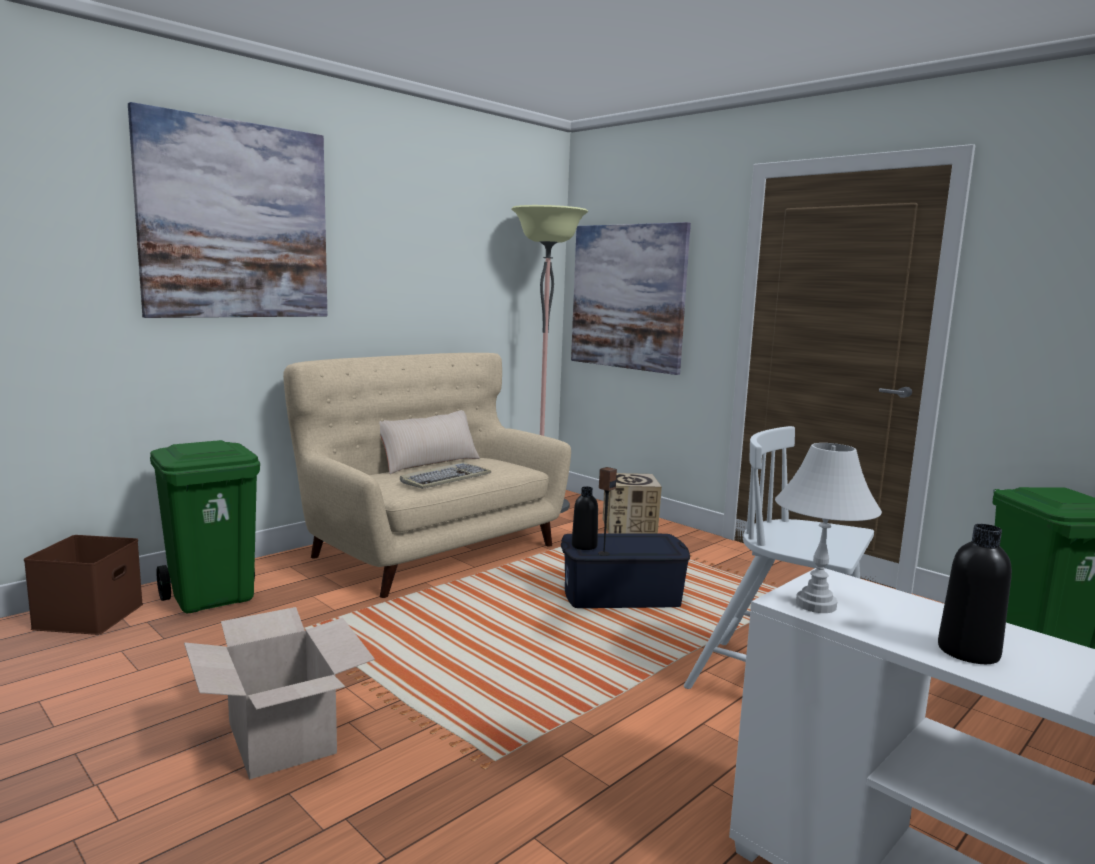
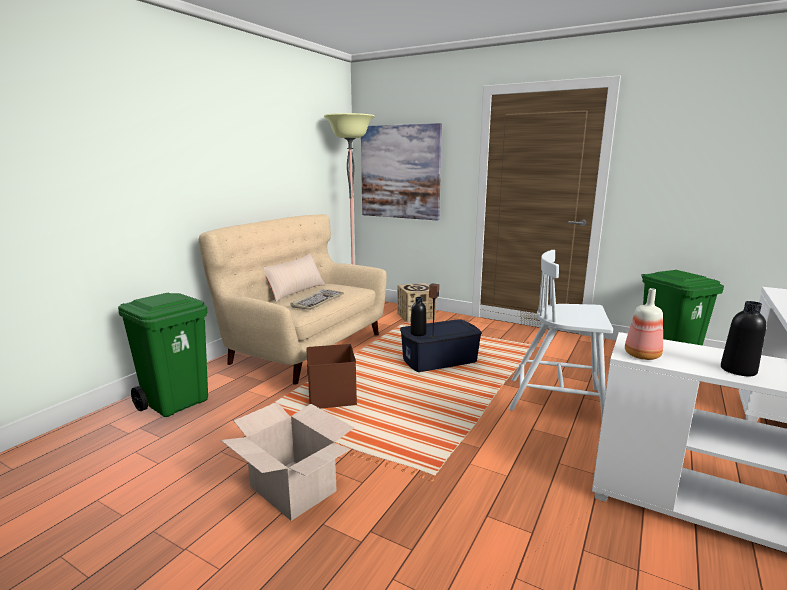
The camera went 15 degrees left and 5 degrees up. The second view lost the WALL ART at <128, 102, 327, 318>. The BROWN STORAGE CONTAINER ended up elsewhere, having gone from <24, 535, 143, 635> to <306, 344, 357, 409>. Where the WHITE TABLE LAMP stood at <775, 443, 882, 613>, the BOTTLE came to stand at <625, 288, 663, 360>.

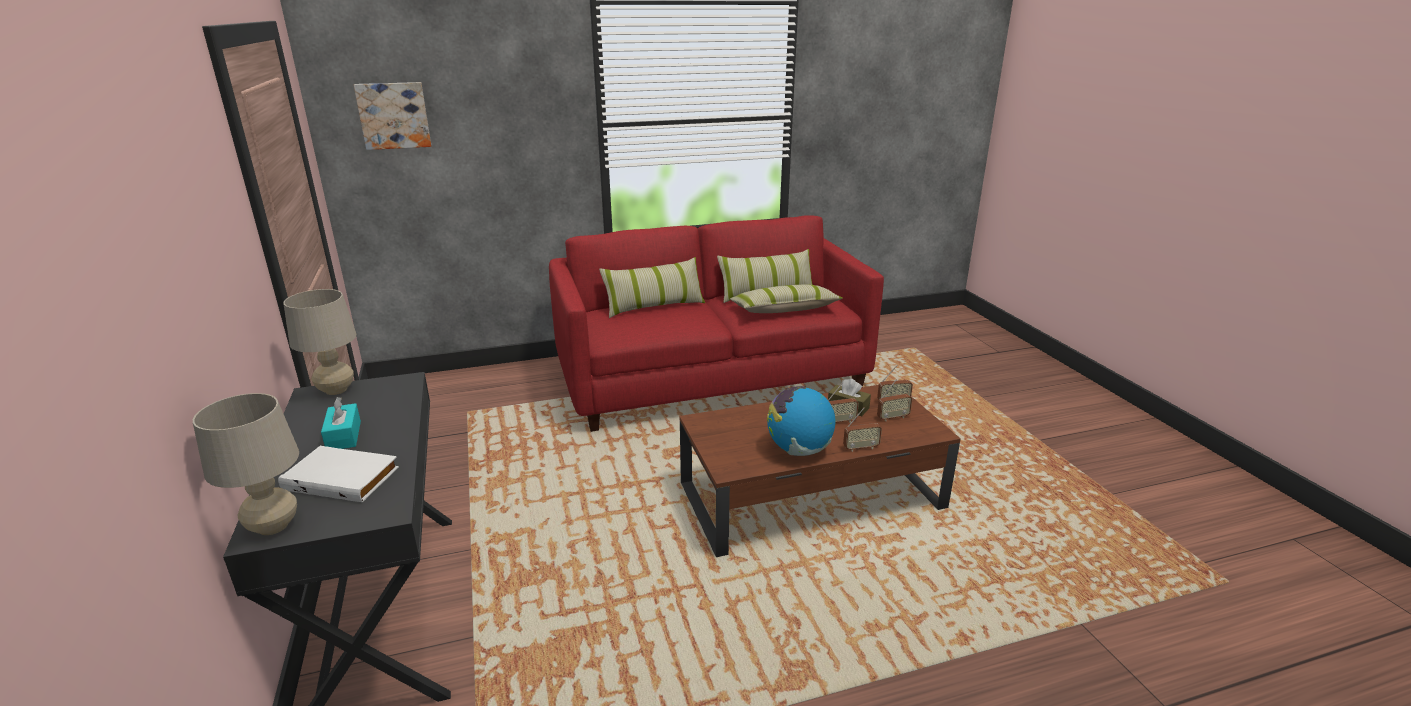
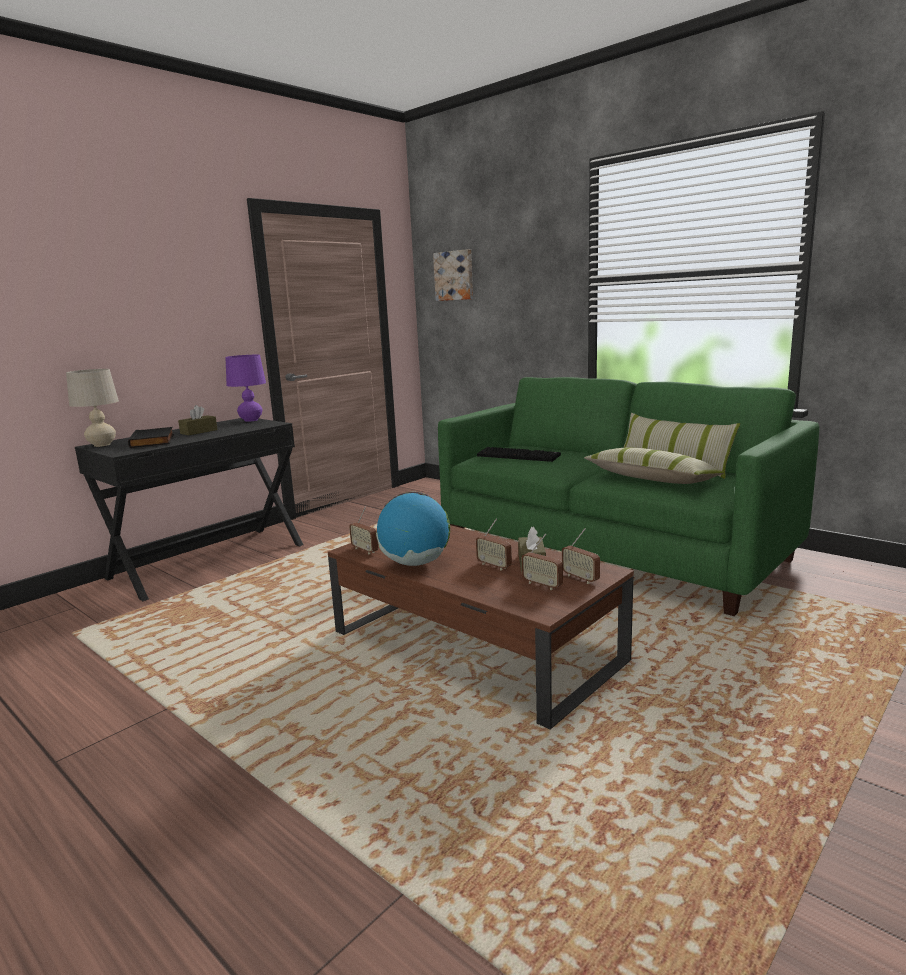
The camera went 60 degrees right and 10 degrees down. The second view lost the THROW PILLOW at <599, 257, 705, 318>. The second view gained the KEYBOARD at <477, 447, 561, 462>. The RADIO ended up elsewhere, having gone from <843, 408, 882, 452> to <349, 507, 378, 555>. What was the WHITE BOOK at <278, 446, 399, 502> turned into the BLACK BOOK at <128, 427, 174, 448>. What was the BEIGE TABLE LAMP at <283, 289, 356, 395> turned into the PURPLISH TABLE LAMP at <225, 355, 266, 422>. What was the BLUE-GREEN TISSUE HOLDER at <321, 397, 361, 449> turned into the BROWN TISSUE HOLDER at <178, 405, 218, 435>. What was the REDDISH SETTEE at <549, 215, 884, 432> turned into the GREEN SETTEE at <438, 377, 819, 616>.

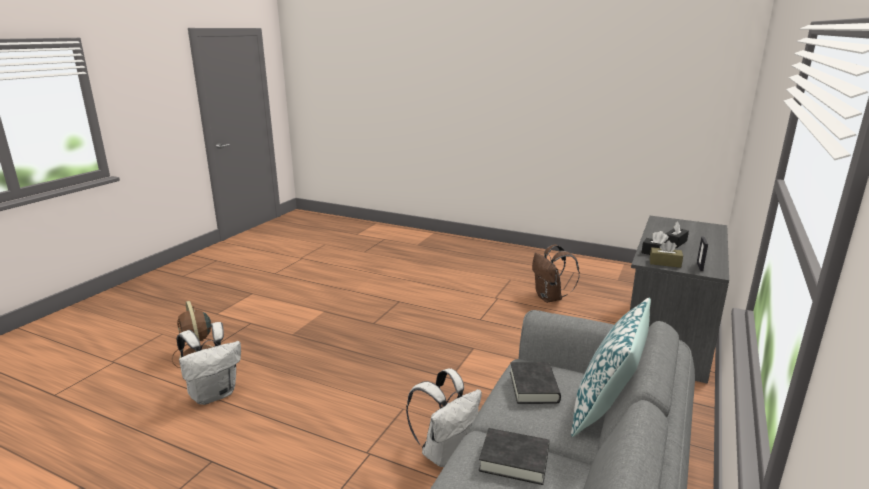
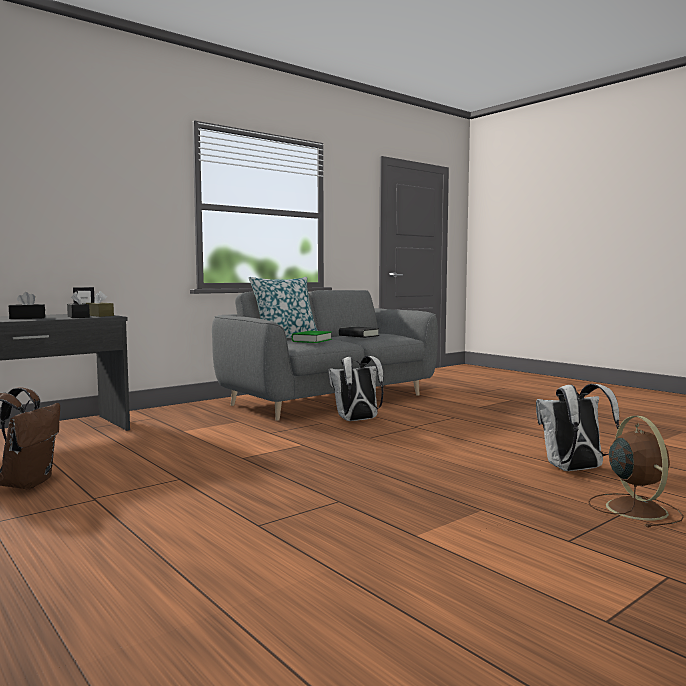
The camera went 155 degrees left and 15 degrees down. What was the BLACK BOOK at <510, 362, 561, 404> turned into the GREEN BOOK at <292, 331, 332, 343>.

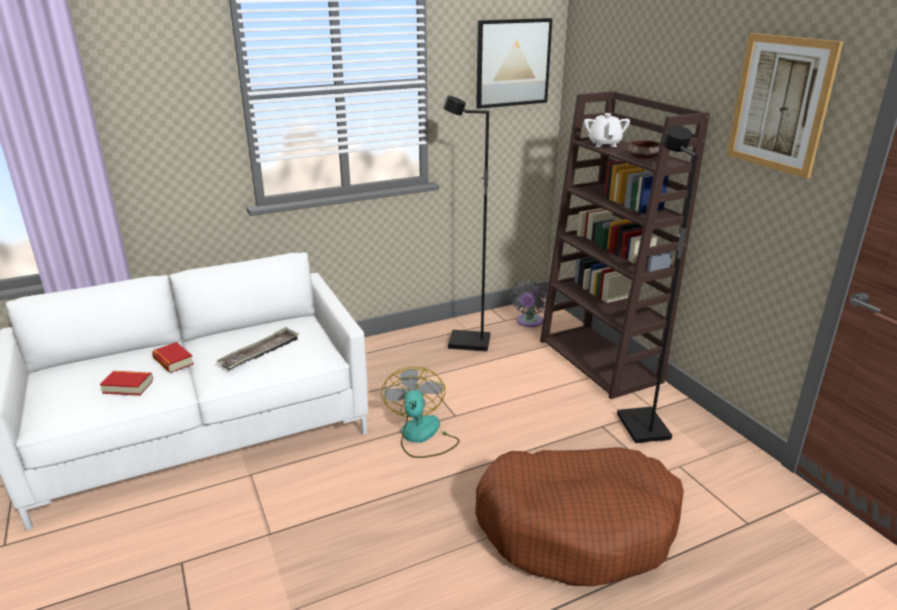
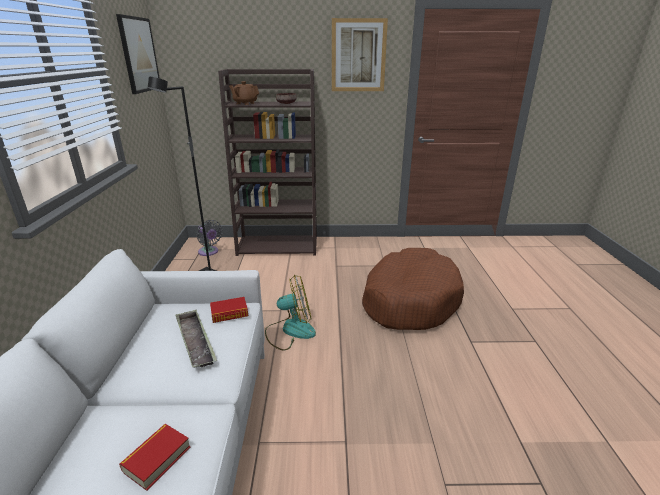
The camera went 65 degrees left and 0 degrees up. The second view lost the BLACK STANDARD LAMP at <617, 125, 698, 443>. The BOOK ended up elsewhere, having gone from <152, 342, 194, 373> to <210, 297, 248, 323>. What was the WHITE POT FOR TEA at <584, 113, 630, 147> turned into the BROWN POT FOR TEA at <229, 81, 259, 105>. The COOLING FAN at <381, 366, 459, 458> ended up facing another way, 150 degrees clockwise from before.

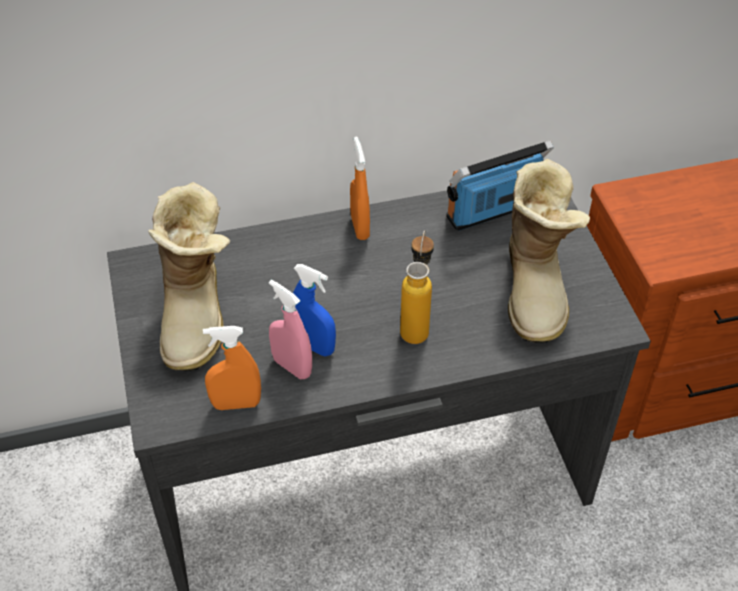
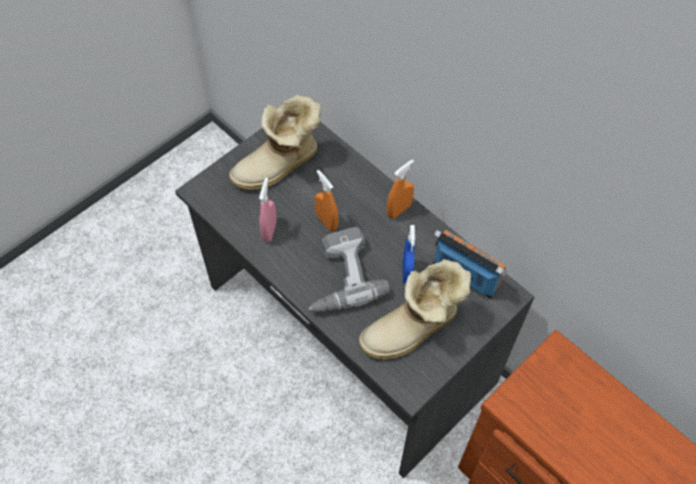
The camera went 60 degrees right and 10 degrees up. The ORANGEY SPRAY BOTTLE ended up elsewhere, having gone from <203, 326, 261, 410> to <315, 170, 339, 231>. The BLUE-COLOURED SPRAY BOTTLE ended up elsewhere, having gone from <293, 264, 336, 356> to <403, 225, 415, 284>. Where the BOTTLE stood at <400, 230, 434, 344>, the POWER DRILL came to stand at <309, 227, 390, 312>.

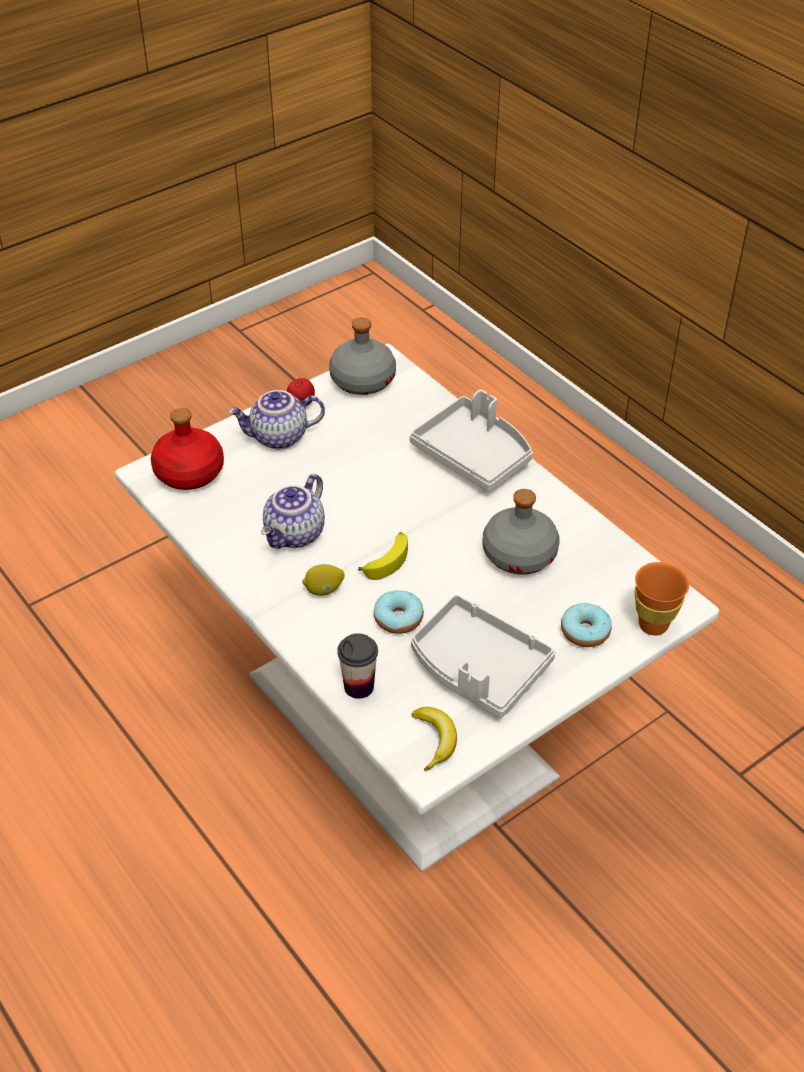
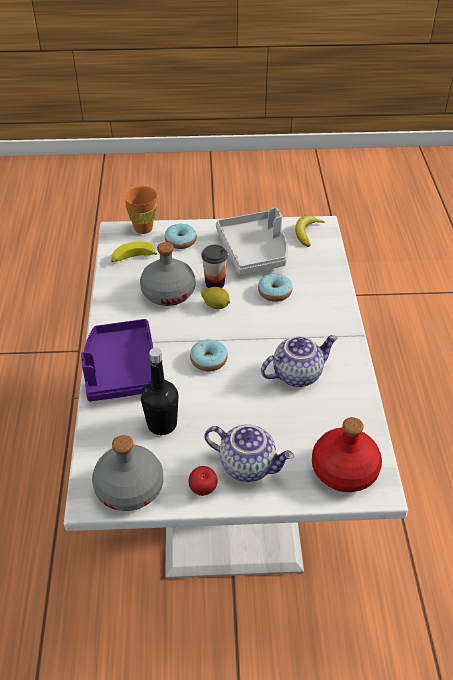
The camera went 145 degrees left and 0 degrees up. The second view gained the BLACK BOTTLE at <141, 348, 178, 435>. The second view gained the DOUGHNUT at <190, 339, 228, 372>. The CITRUS FRUIT ended up elsewhere, having gone from <302, 564, 345, 596> to <201, 287, 230, 309>. The DRINKING CUP ended up elsewhere, having gone from <337, 633, 378, 699> to <201, 245, 228, 288>. The BANANA ended up elsewhere, having gone from <358, 532, 408, 580> to <111, 242, 157, 262>. What was the GREYISH TRAY at <410, 389, 533, 492> turned into the PURPLISH TRAY at <81, 319, 153, 401>.

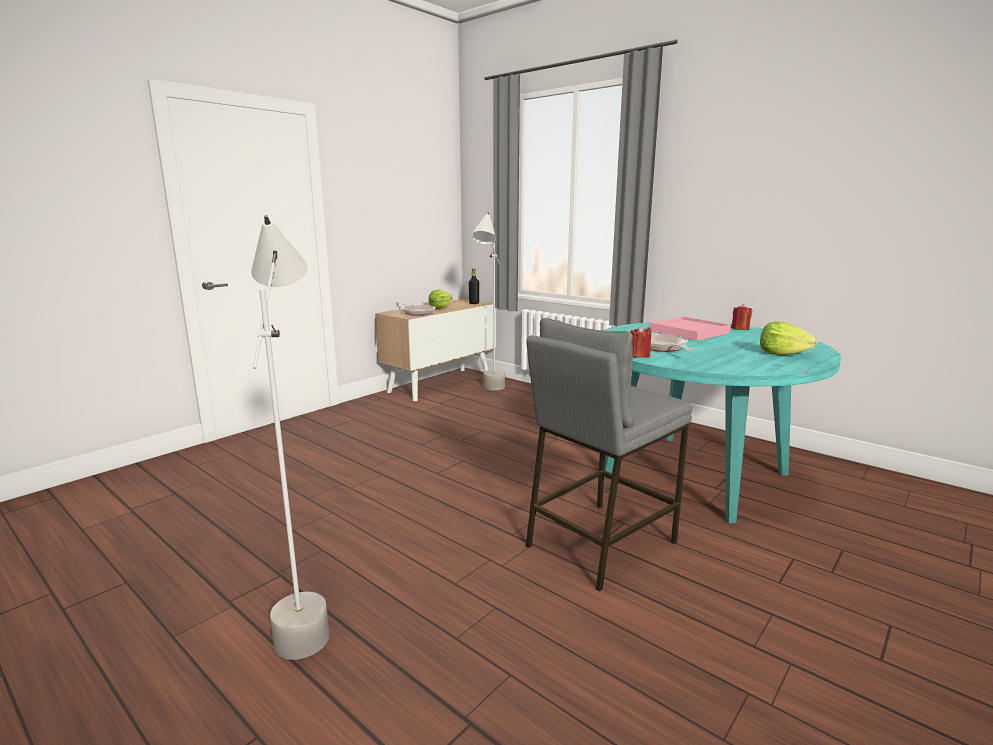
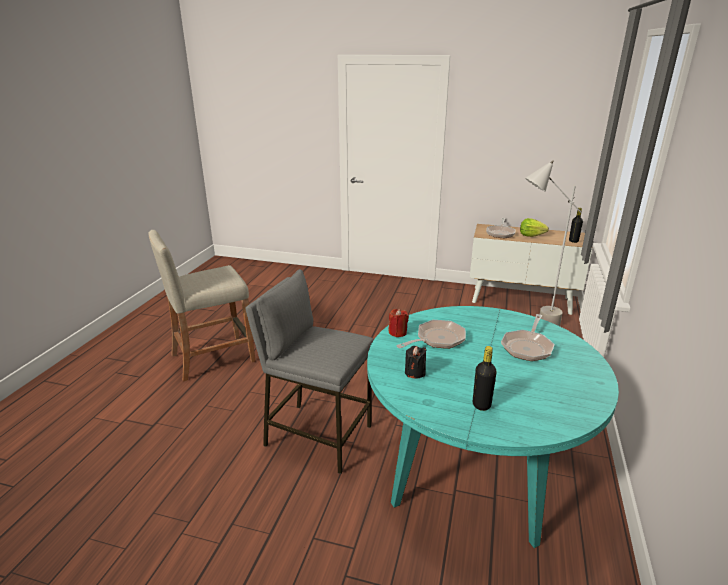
The camera went 65 degrees right and 10 degrees up. The second view lost the REDDISH WAX LIGHT at <731, 304, 752, 330>. The second view gained the BLACK WAX LIGHT at <405, 346, 426, 379>. Where the GREYISH STANDARD LAMP stood at <251, 215, 329, 660>, the BEIGE SITTING STOOL came to stand at <148, 230, 256, 382>. Where the PINKISH TRAY stood at <649, 317, 731, 341>, the SKILLET came to stand at <501, 314, 554, 361>. Where the LETTUCE stood at <760, 322, 817, 355>, the BLACK BOTTLE came to stand at <473, 346, 497, 411>.

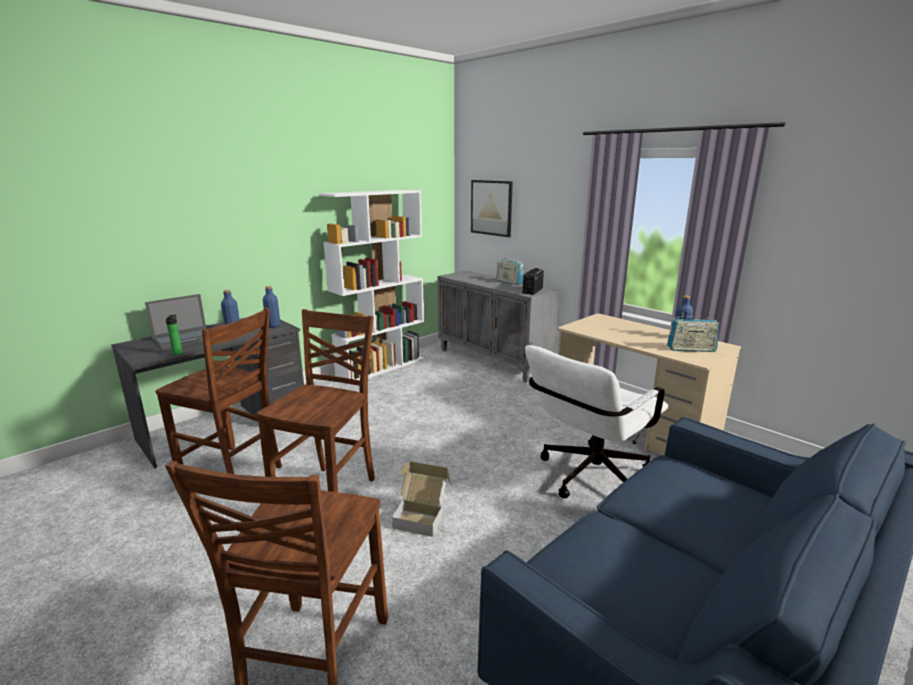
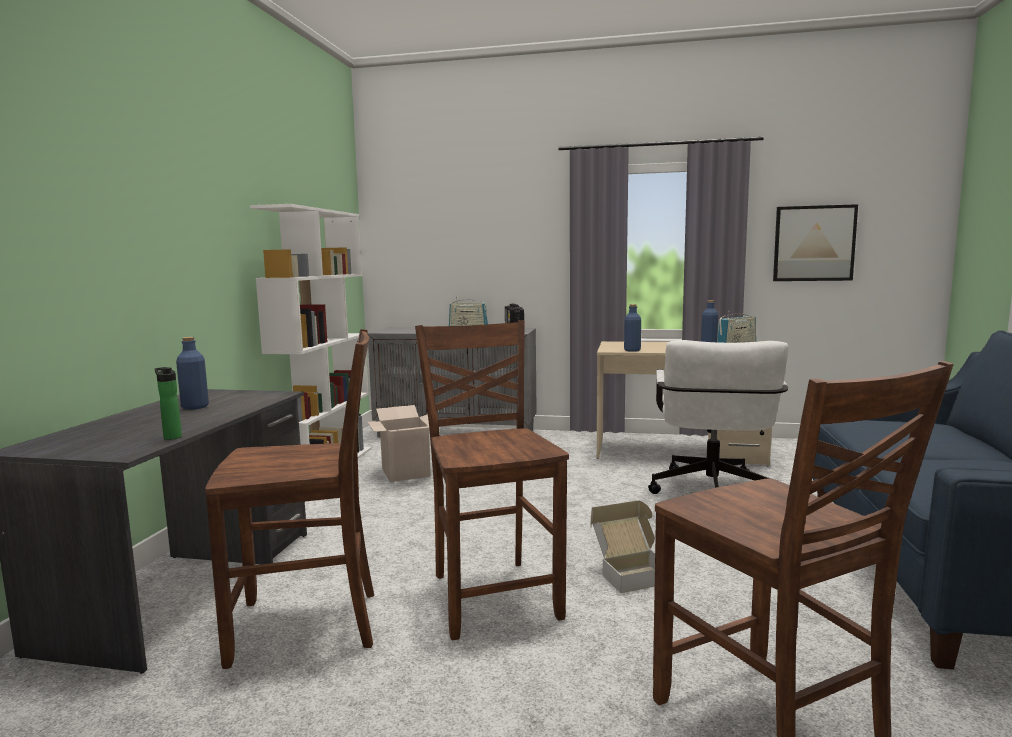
The camera went 35 degrees left and 10 degrees down. The second view lost the PORTABLE COMPUTER at <145, 294, 206, 350>. The second view gained the CARDBOARD BOX at <368, 405, 431, 482>. The BLUE-COLOURED BOTTLE ended up elsewhere, having gone from <263, 286, 281, 328> to <624, 304, 641, 352>. The WALL ART ended up elsewhere, having gone from <471, 180, 513, 237> to <773, 204, 858, 281>.

